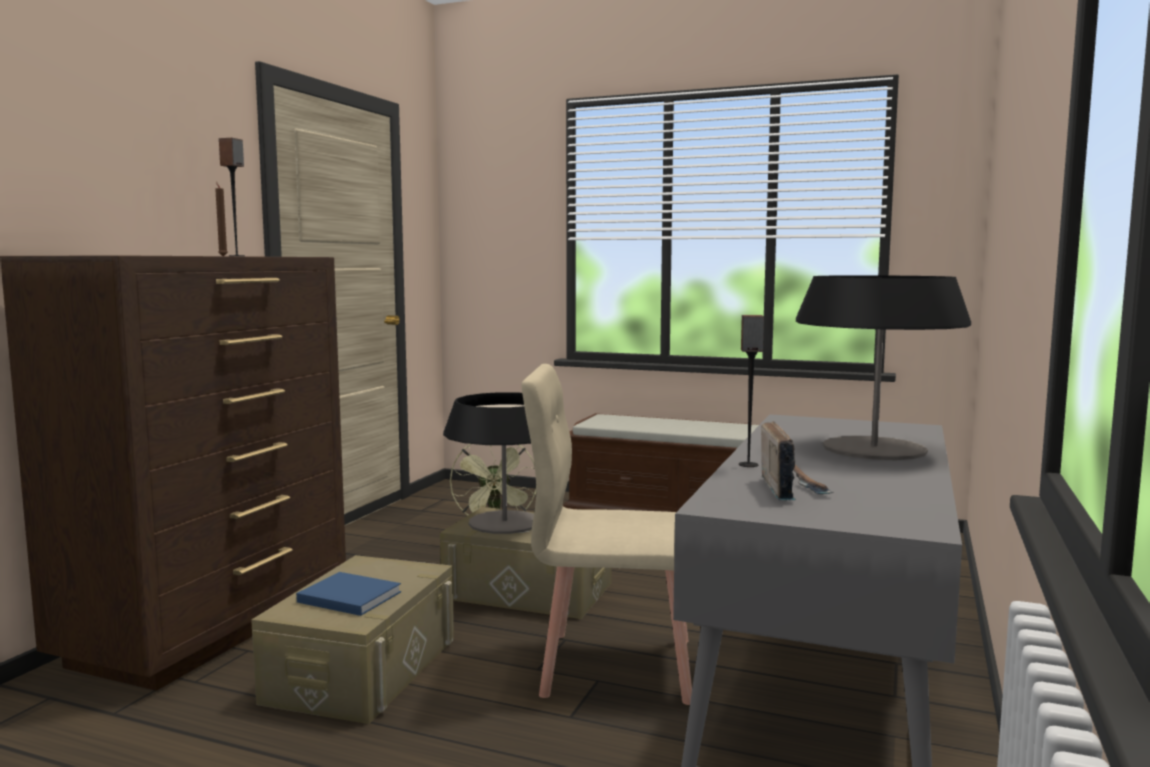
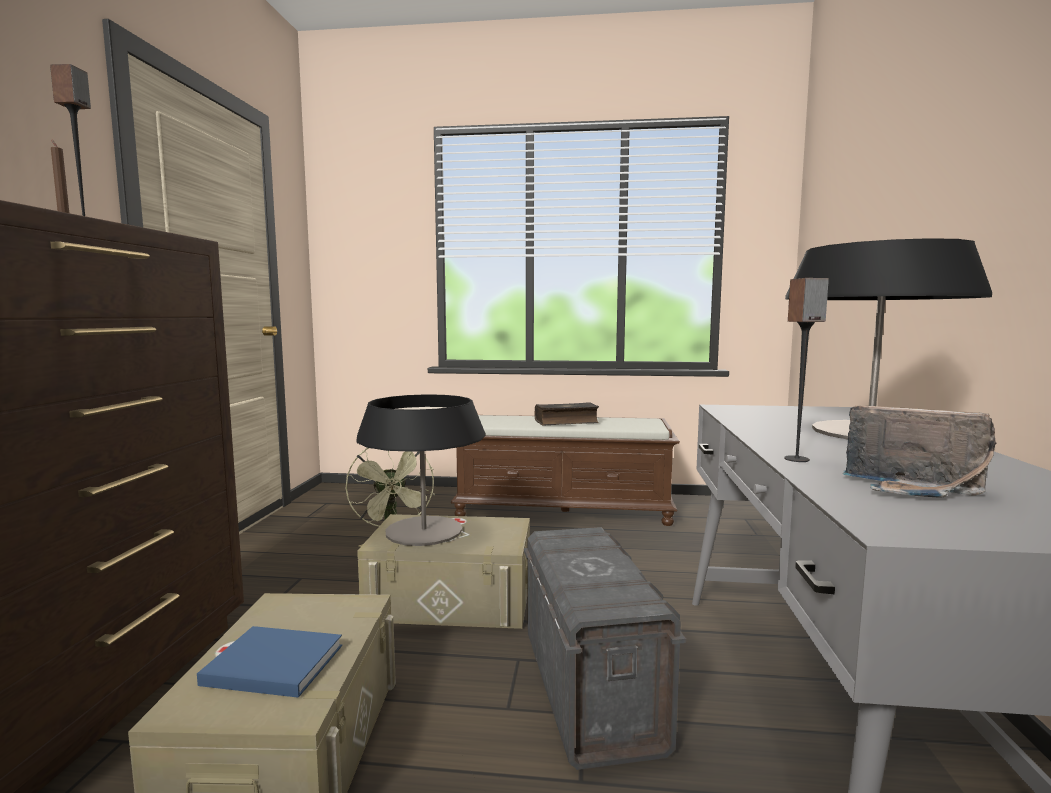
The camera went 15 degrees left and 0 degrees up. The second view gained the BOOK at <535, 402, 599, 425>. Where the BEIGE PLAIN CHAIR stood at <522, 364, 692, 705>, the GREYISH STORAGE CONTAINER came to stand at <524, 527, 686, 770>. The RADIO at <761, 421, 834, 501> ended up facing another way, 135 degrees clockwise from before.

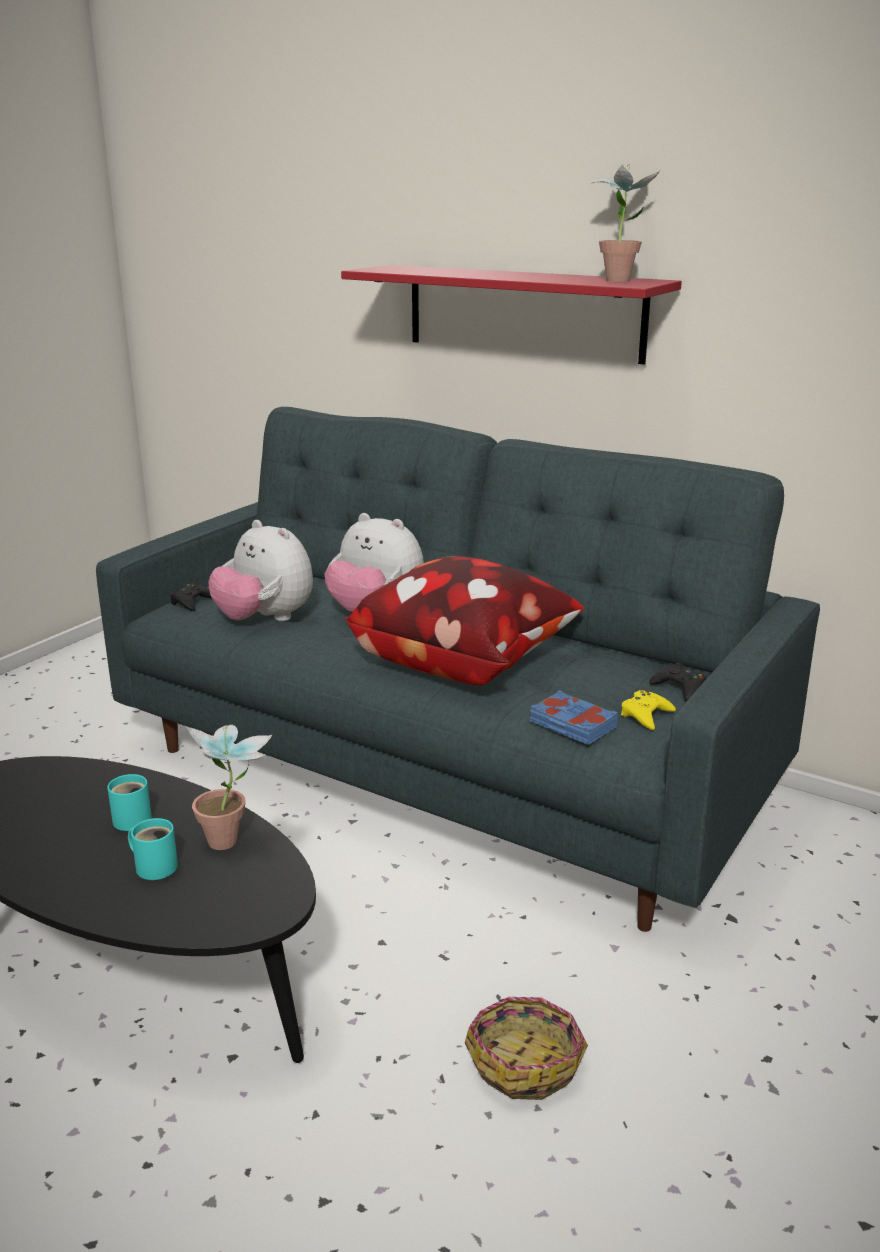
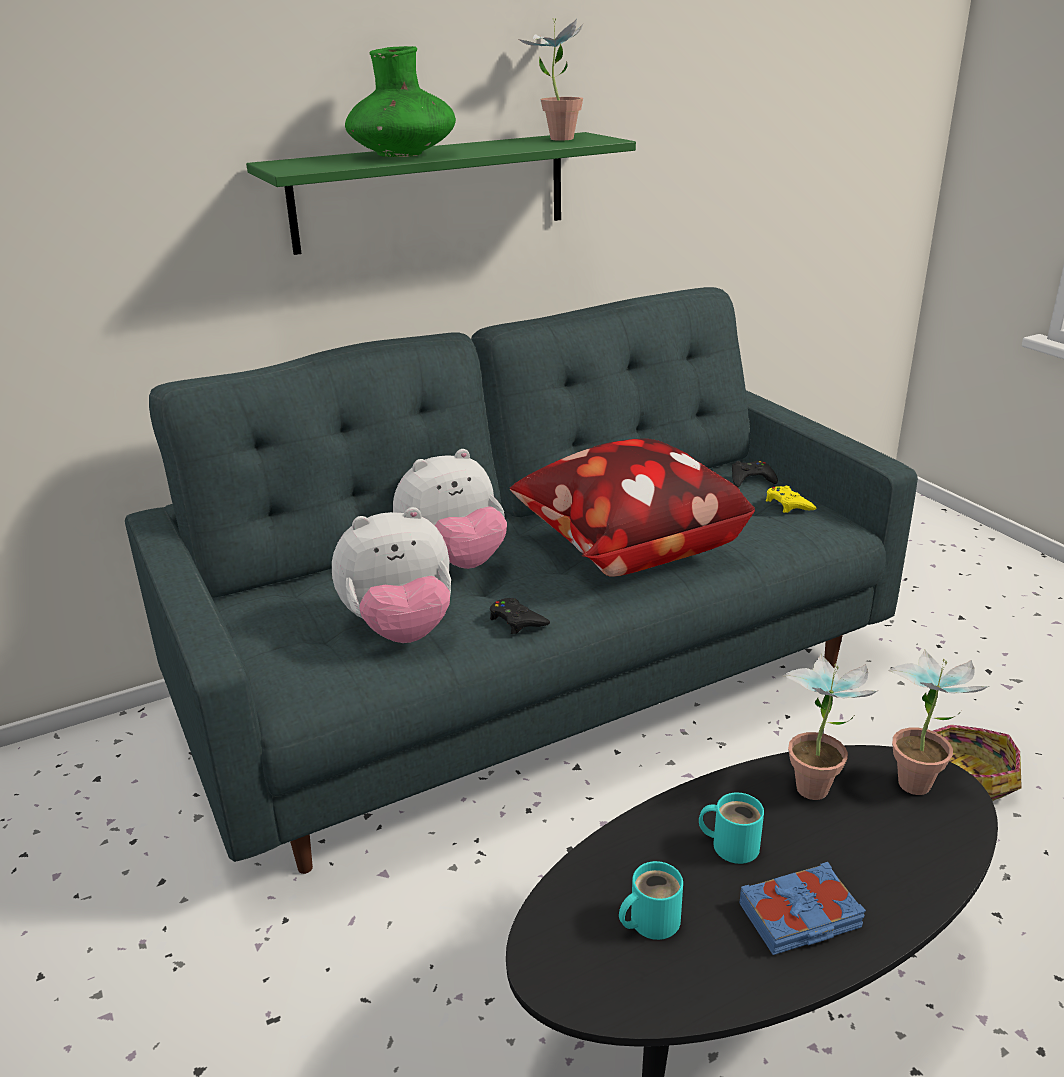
The camera went 60 degrees left and 5 degrees up. The second view gained the GREEN DECORATIVE VASE at <345, 46, 456, 157>. The second view gained the PLANT IN A POT at <889, 649, 989, 795>. The BLUE-GREEN TEA MUG ended up elsewhere, having gone from <128, 818, 178, 880> to <619, 861, 683, 940>. The BLACK JOYPAD ended up elsewhere, having gone from <170, 584, 212, 611> to <490, 598, 550, 634>. The BLUE-COLOURED BOOK ended up elsewhere, having gone from <530, 690, 618, 745> to <739, 862, 866, 955>. What was the REDDISH SHELF at <341, 265, 682, 365> turned into the GREEN SHELF at <246, 132, 636, 255>.

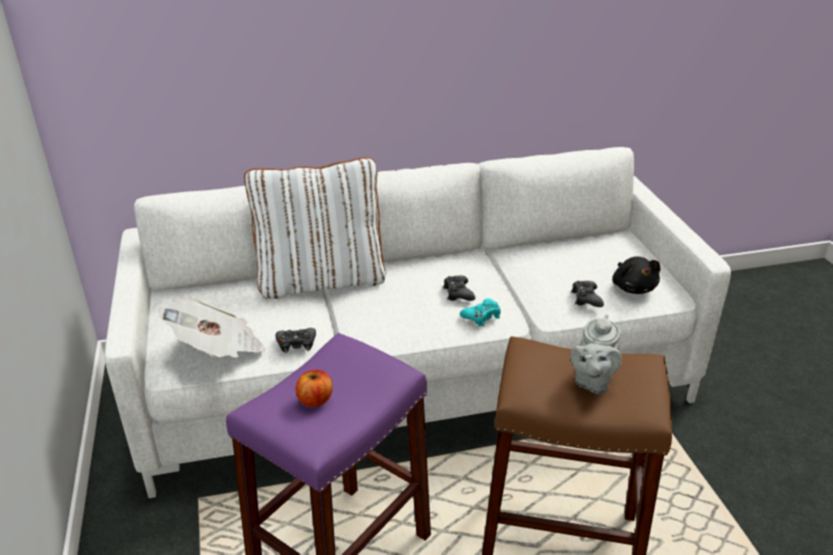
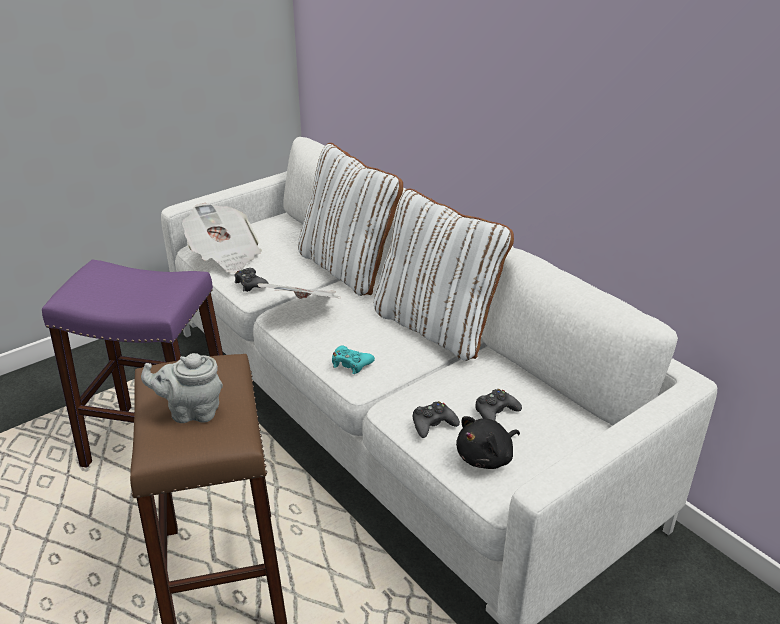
The camera went 65 degrees right and 0 degrees up. The second view lost the APPLE at <296, 370, 333, 407>. The second view gained the NEWSPAPER at <257, 283, 340, 299>. The second view gained the WHITE THROW PILLOW at <374, 189, 514, 361>. The BLACK JOYPAD ended up elsewhere, having gone from <443, 275, 475, 301> to <475, 389, 522, 421>.

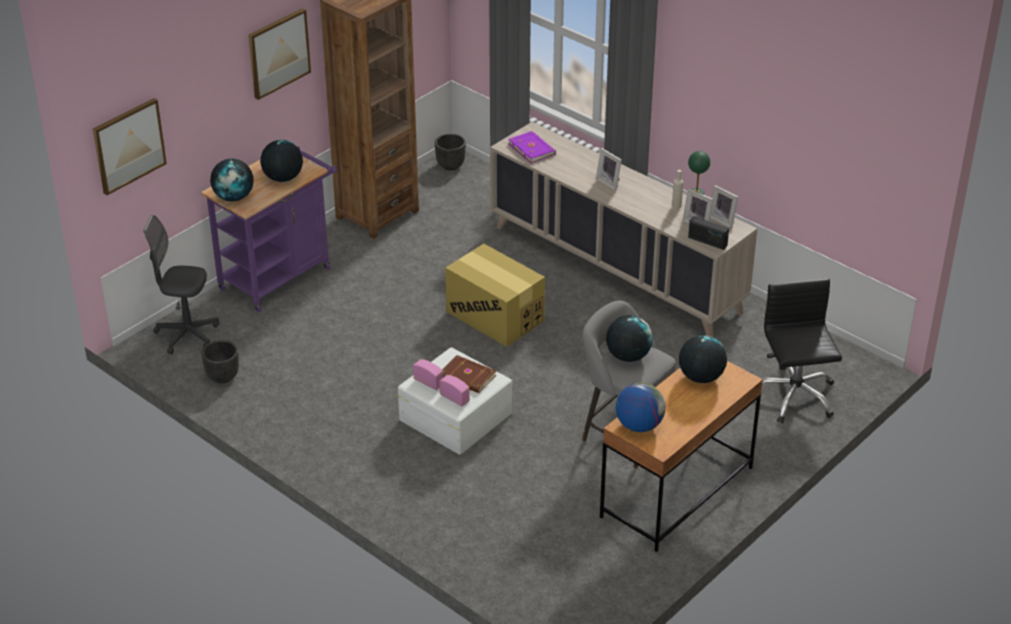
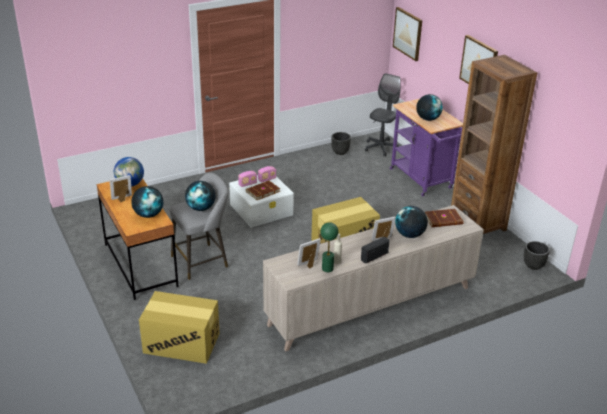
The camera went 110 degrees right and 5 degrees down. The GLOBE ended up elsewhere, having gone from <210, 159, 253, 202> to <395, 206, 428, 238>. The RADIO ended up elsewhere, having gone from <688, 216, 729, 250> to <361, 237, 389, 263>. The STANDING FRAME ended up elsewhere, having gone from <710, 185, 738, 228> to <109, 175, 132, 202>. Where the BLACK COMPUTER CHAIR stood at <762, 278, 842, 423>, the CARDBOARD BOX came to stand at <139, 291, 220, 364>. What was the PURPLISH BOOK at <508, 131, 556, 163> turned into the BROWN BOOK at <425, 209, 463, 227>.

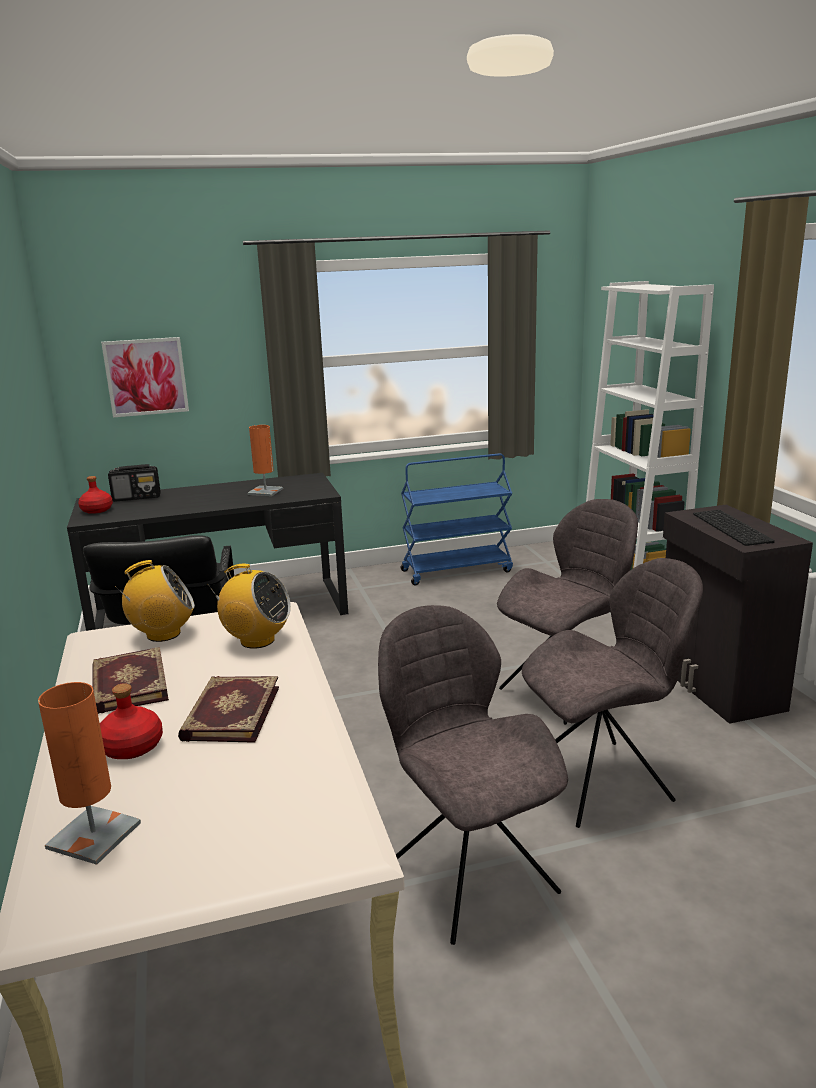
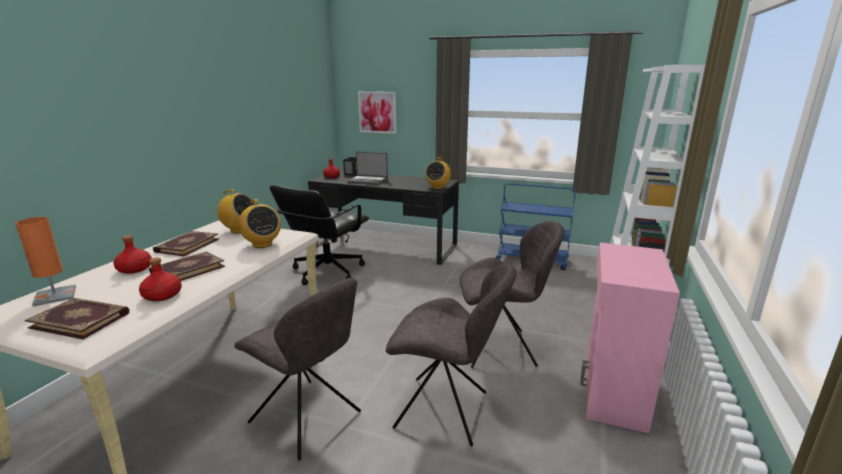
The camera went 35 degrees right and 0 degrees up. The second view lost the ORANGEY TABLE LAMP at <248, 425, 283, 496>. The second view lost the KEYBOARD at <693, 510, 775, 546>. The second view gained the BOOK at <25, 298, 129, 339>. The second view gained the REDDISH BOTTLE at <139, 258, 182, 301>. The second view gained the PORTABLE COMPUTER at <347, 152, 388, 185>. The second view gained the RADIO at <425, 157, 451, 189>. What was the BLACK CABINET at <663, 505, 813, 724> turned into the PINKISH CABINET at <580, 242, 680, 433>. The GREYISH PLAIN CHAIR at <378, 605, 568, 945> ended up facing another way, 120 degrees clockwise from before.

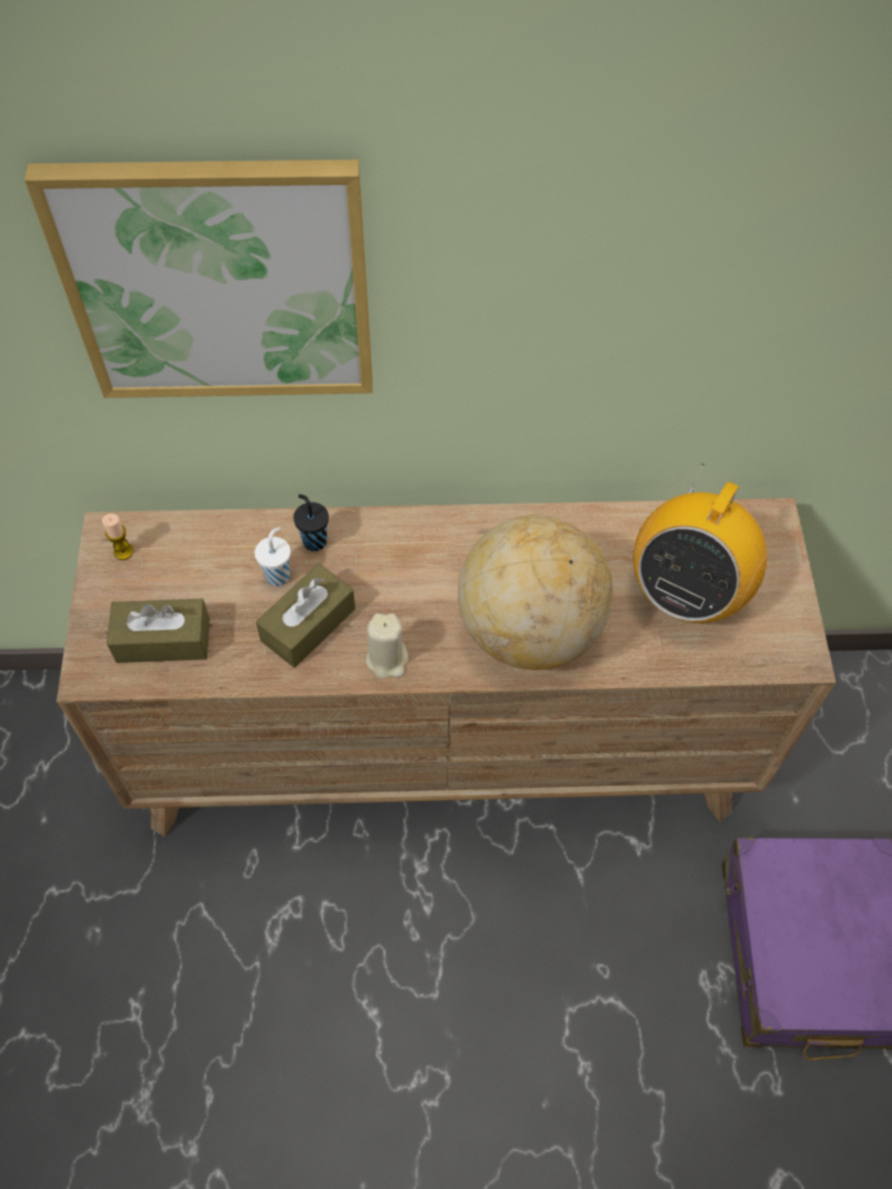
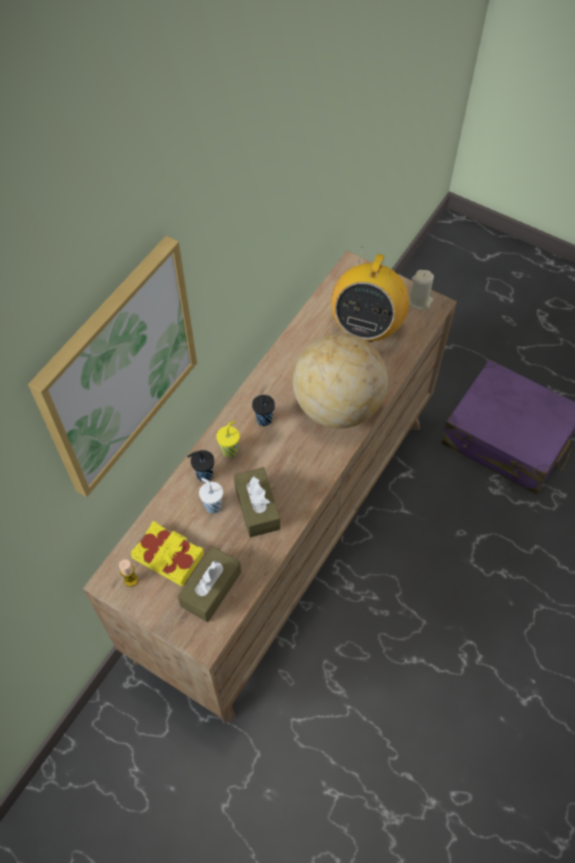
The camera went 55 degrees left and 0 degrees up. The second view gained the YELLOW BOOK at <130, 521, 204, 586>. The second view gained the YELLOW DRINKING CUP at <216, 421, 240, 458>. The second view gained the BLACK DRINKING CUP at <252, 395, 275, 426>. The BEIGE WAX LIGHT ended up elsewhere, having gone from <366, 613, 408, 679> to <409, 270, 434, 310>. The RADIO at <633, 464, 767, 623> ended up facing another way, 45 degrees clockwise from before.

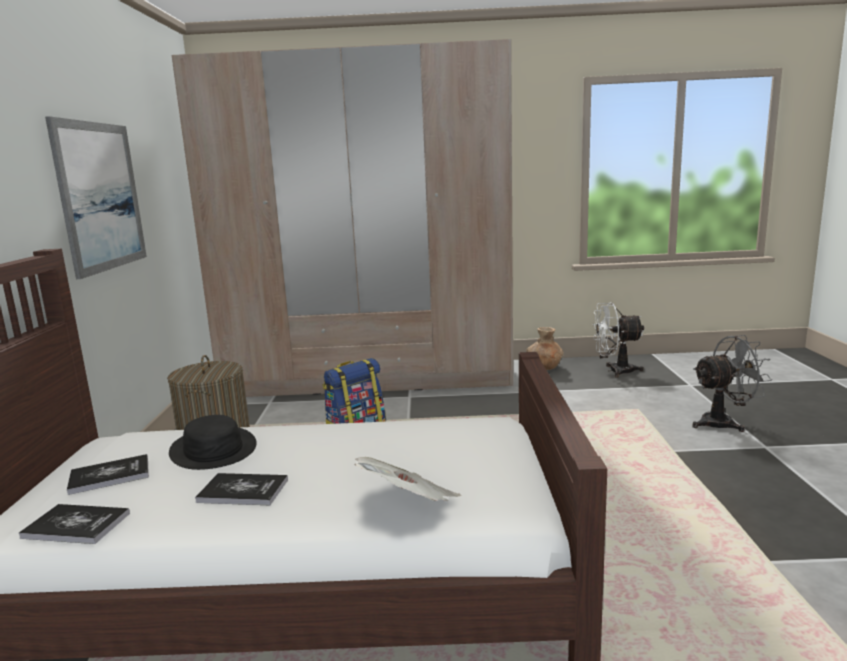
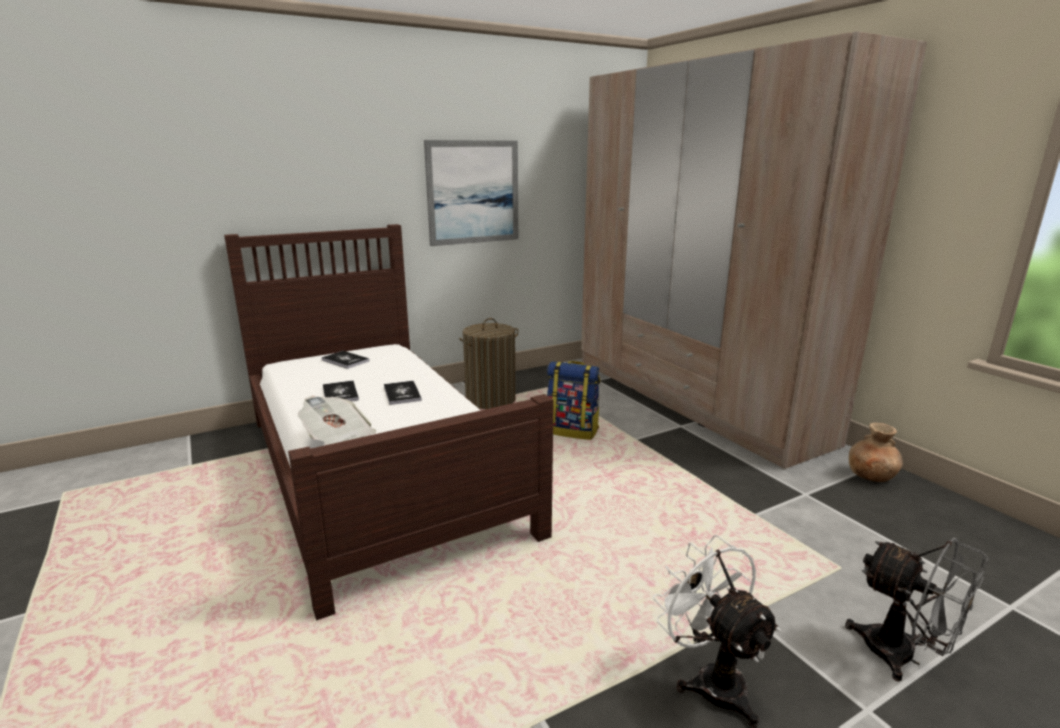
The camera went 60 degrees right and 5 degrees up. The second view lost the BLACK CLOTHING HAT at <169, 415, 257, 470>. The BOOK ended up elsewhere, having gone from <19, 504, 130, 544> to <384, 381, 422, 405>. The WHITE COOLING FAN ended up elsewhere, having gone from <593, 302, 644, 378> to <653, 535, 781, 727>.

